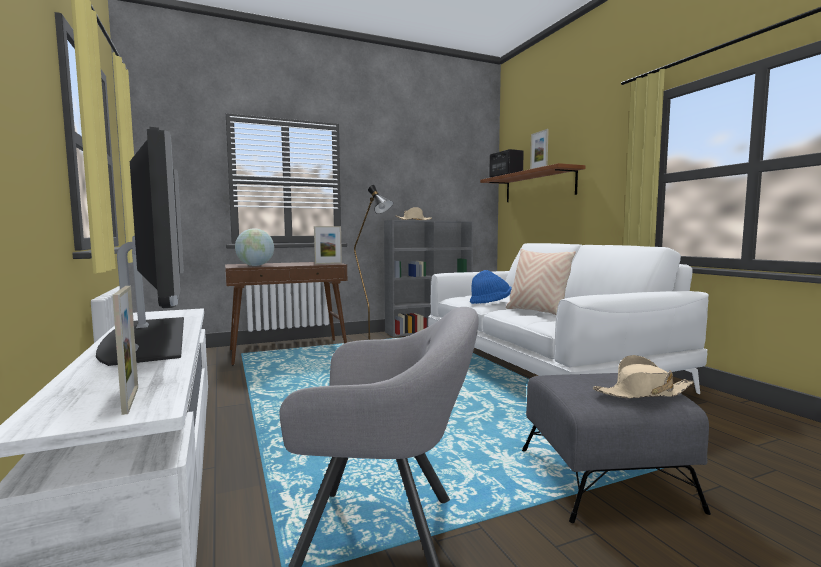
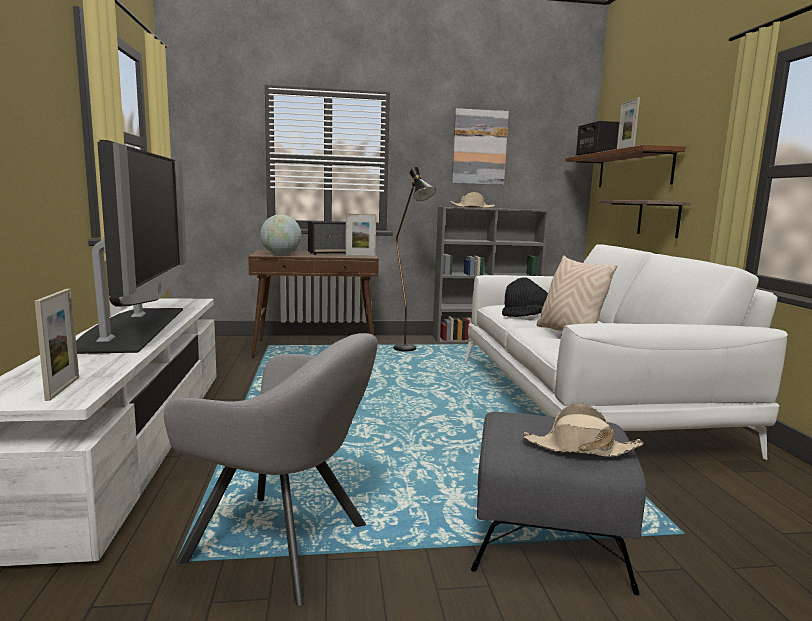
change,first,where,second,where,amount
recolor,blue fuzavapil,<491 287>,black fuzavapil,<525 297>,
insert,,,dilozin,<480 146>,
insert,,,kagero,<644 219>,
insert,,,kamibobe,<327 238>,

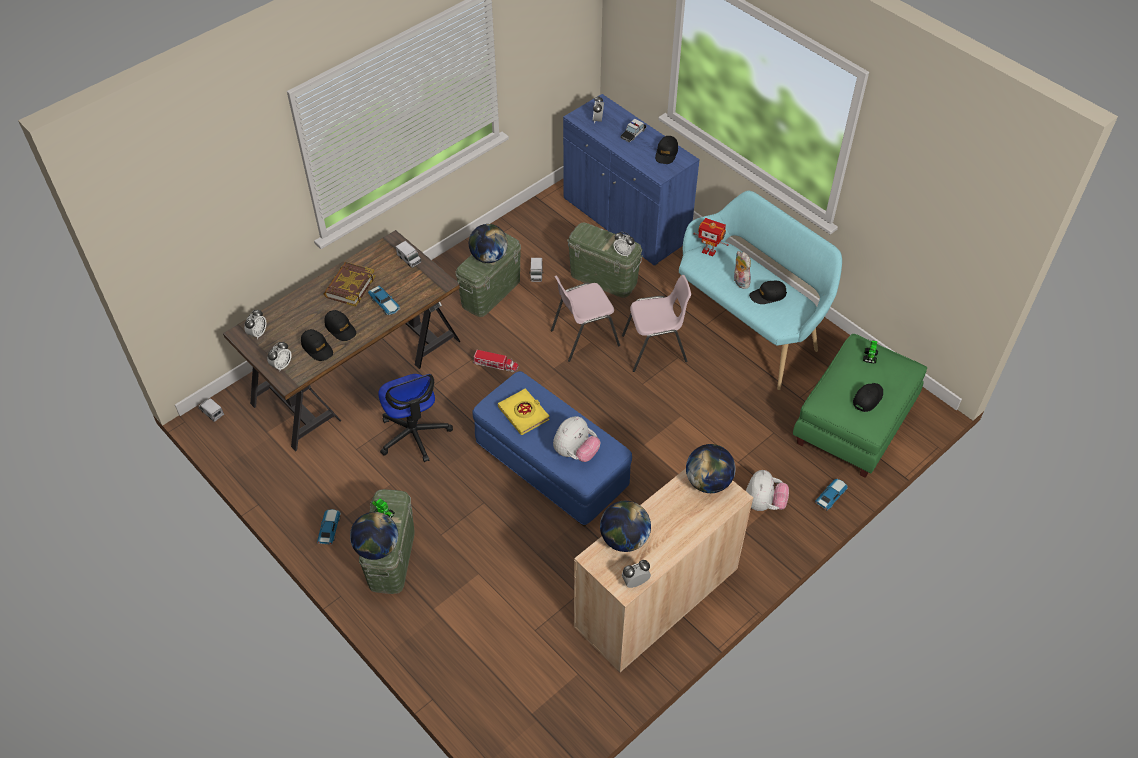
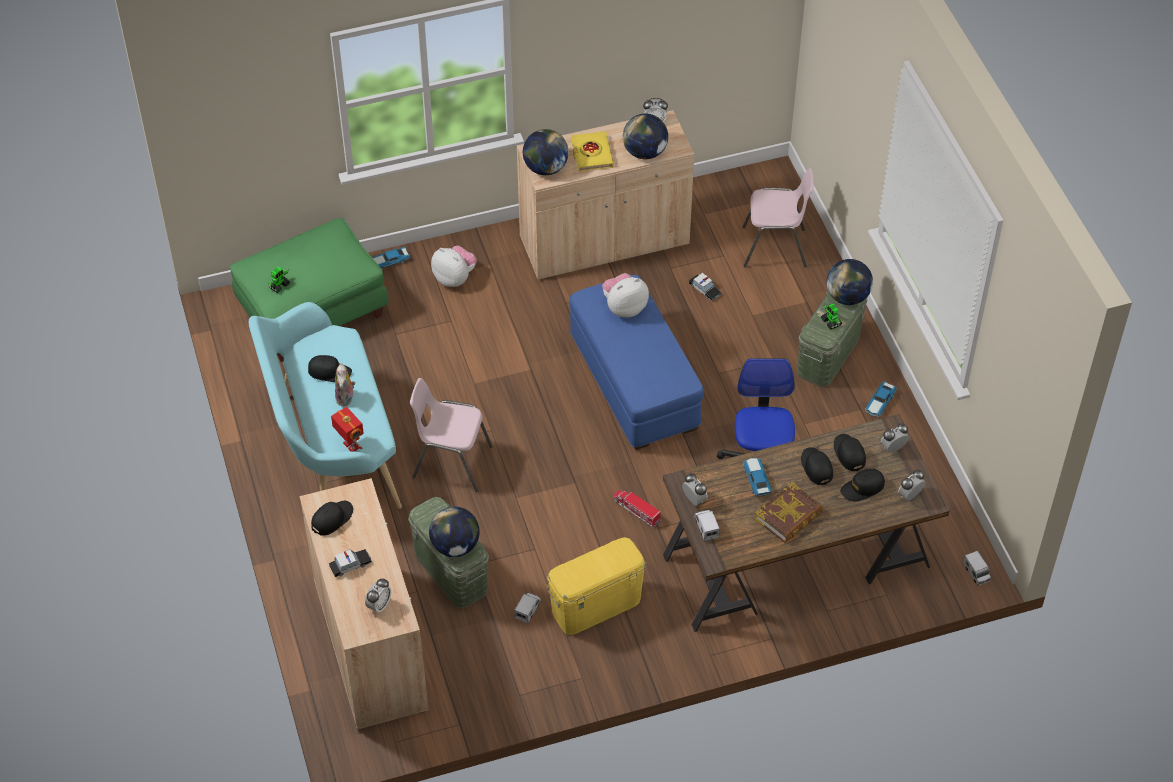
change,first,where,second,where,amount
recolor,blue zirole,<631 180>,beige zirole,<364 604>,
move,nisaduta,<488 243>,,<454 531>,
move,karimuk,<624 244>,,<695 489>,
recolor,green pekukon,<488 275>,yellow pekukon,<596 586>,
move,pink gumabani,<585 319>,,<778 217>,
move,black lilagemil,<868 397>,,<862 485>,
move,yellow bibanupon,<524 411>,,<592 151>,
rotate,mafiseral,<767 490>,,<454 266>,90 degrees clockwise
insert,,,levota,<705 287>,

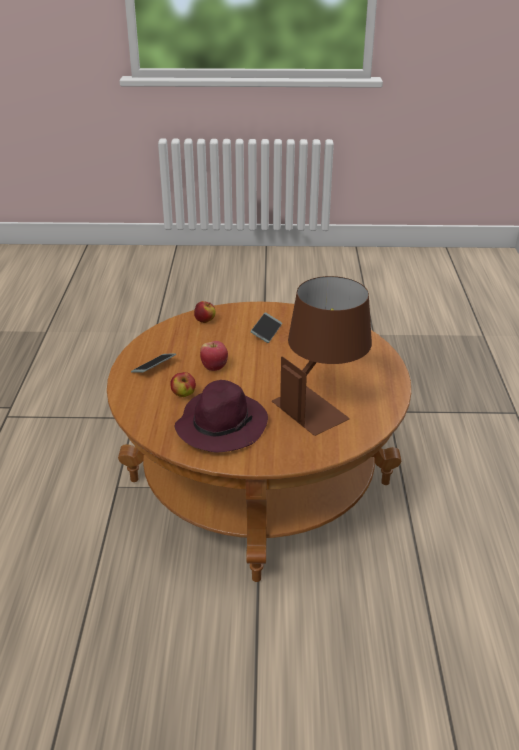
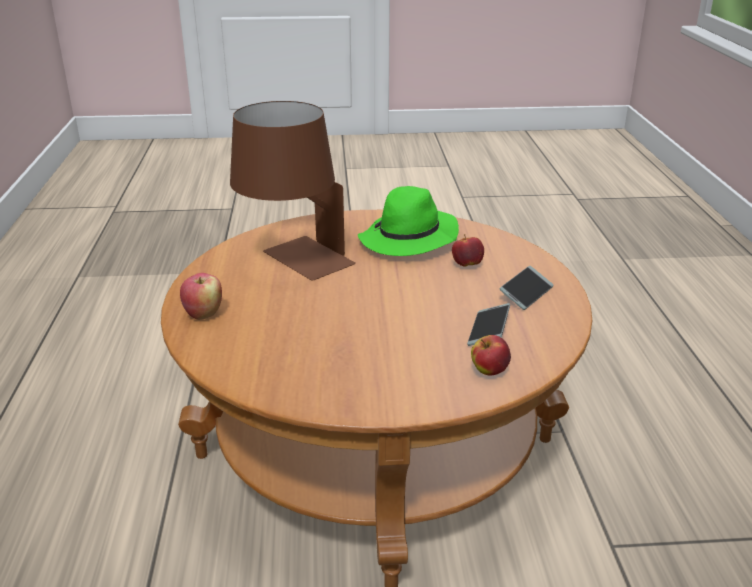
change,first,where,second,where,amount
move,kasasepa,<266 327>,,<488 324>,
move,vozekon,<214 356>,,<201 296>,
recolor,purple fuzavapil,<221 416>,green fuzavapil,<408 221>,

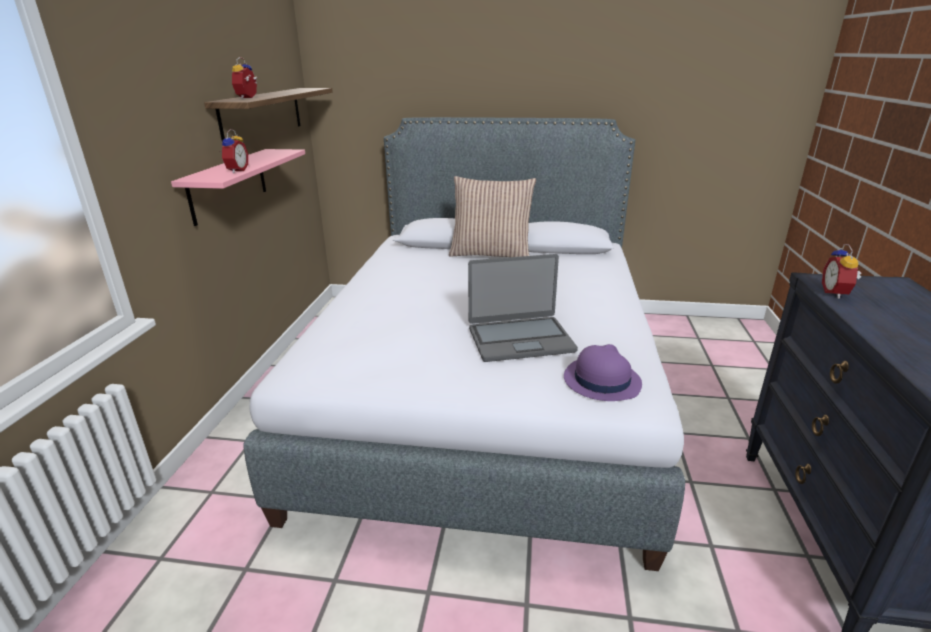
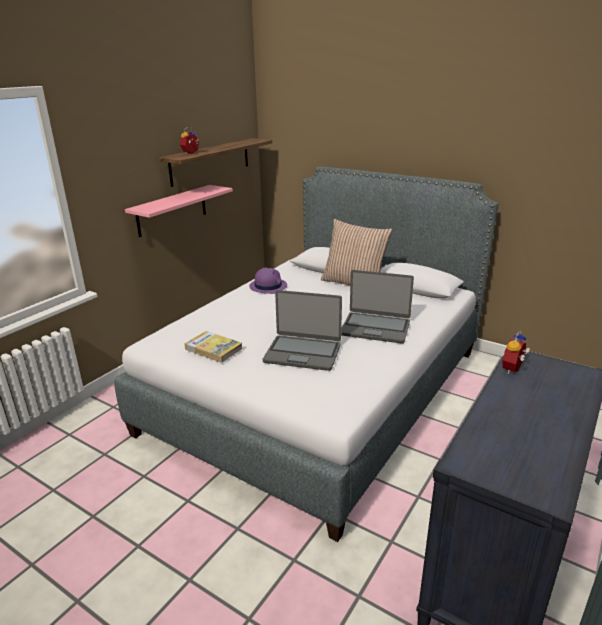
change,first,where,second,where,amount
delete,karimuk,<233 151>,,,
move,purple fuzavapil,<603 372>,,<268 281>,
insert,,,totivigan,<377 306>,
insert,,,bibanupon,<213 347>,

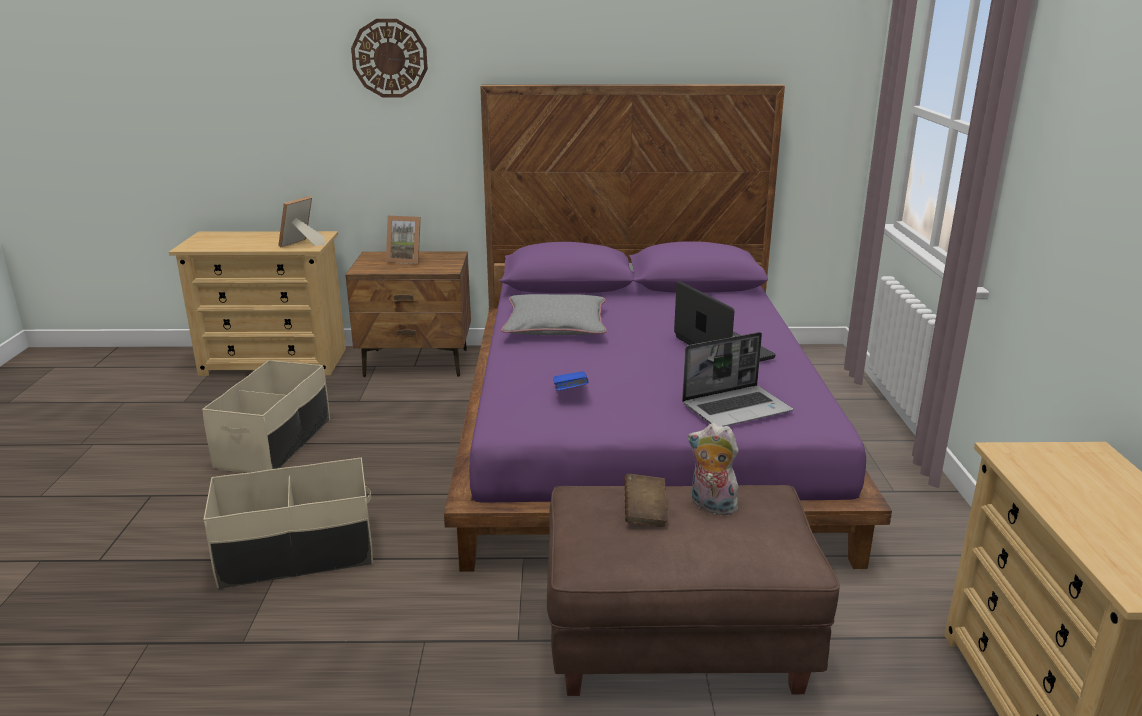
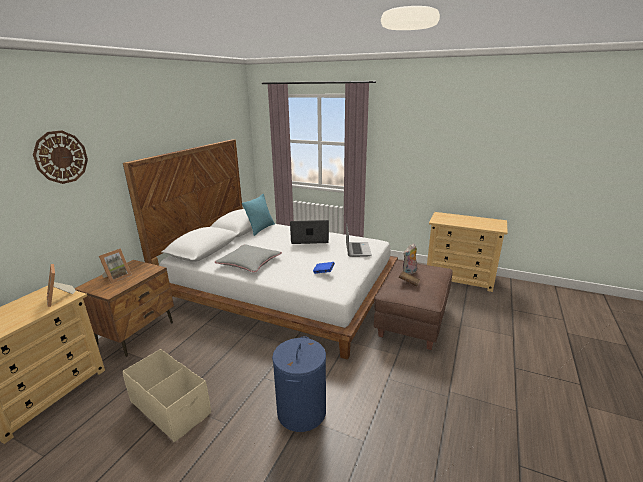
change,first,where,second,where,amount
recolor,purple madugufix,<668 328>,white madugufix,<260 249>,
replace,beige pekukon,<288 523>,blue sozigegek,<299 384>,
insert,,,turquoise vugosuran,<258 215>,

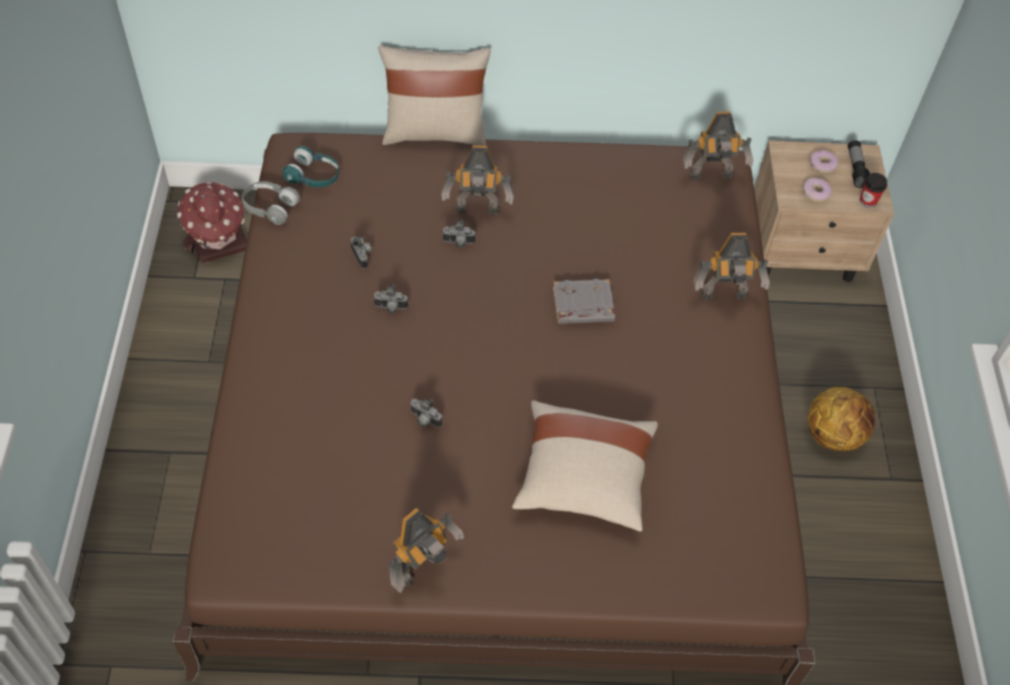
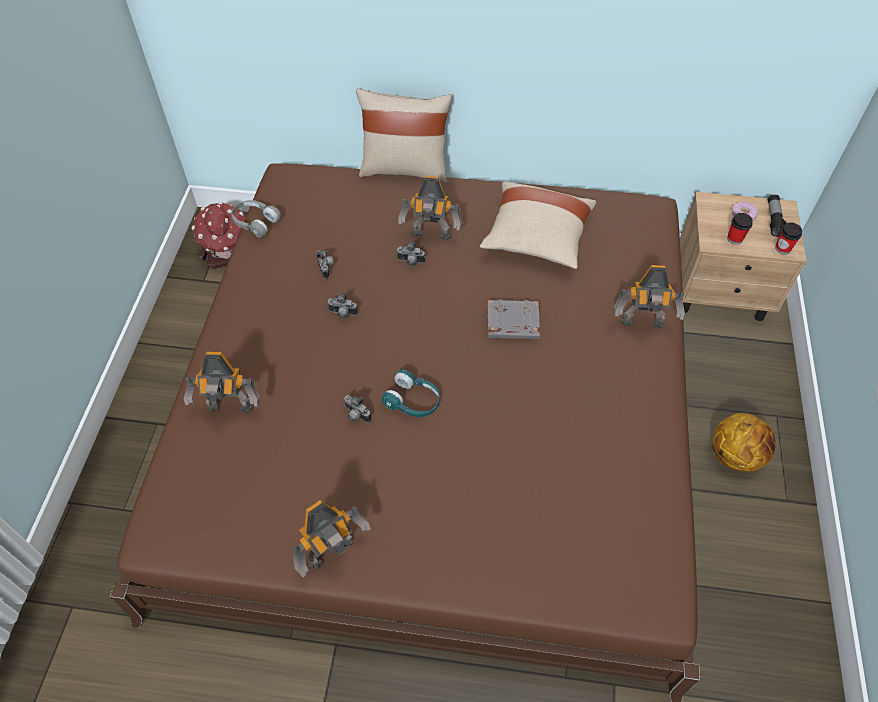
change,first,where,second,where,amount
move,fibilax,<717 146>,,<222 382>,
move,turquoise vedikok,<310 166>,,<411 393>,
replace,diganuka,<817 190>,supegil,<740 229>,
move,beige vugosuran,<585 466>,,<538 225>,

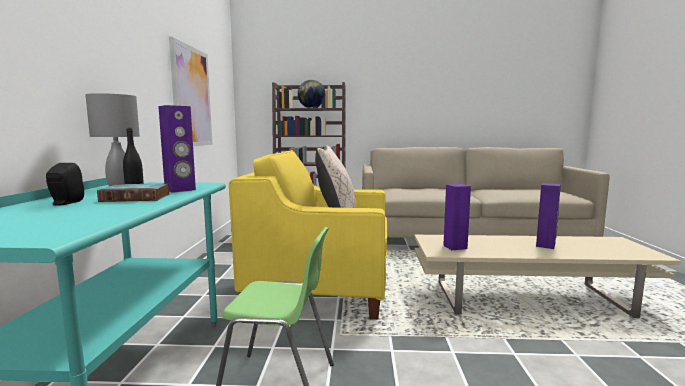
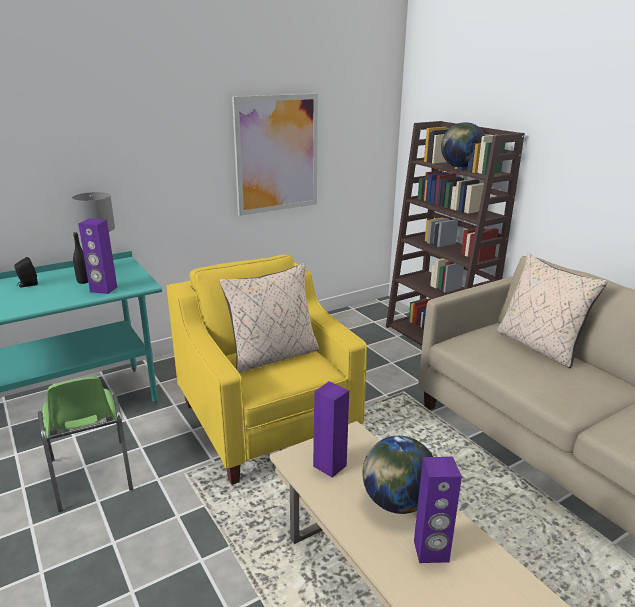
change,first,where,second,where,amount
delete,bibanupon,<133 192>,,,
insert,,,beige vugosuran,<552 310>,
insert,,,nisaduta,<398 475>,

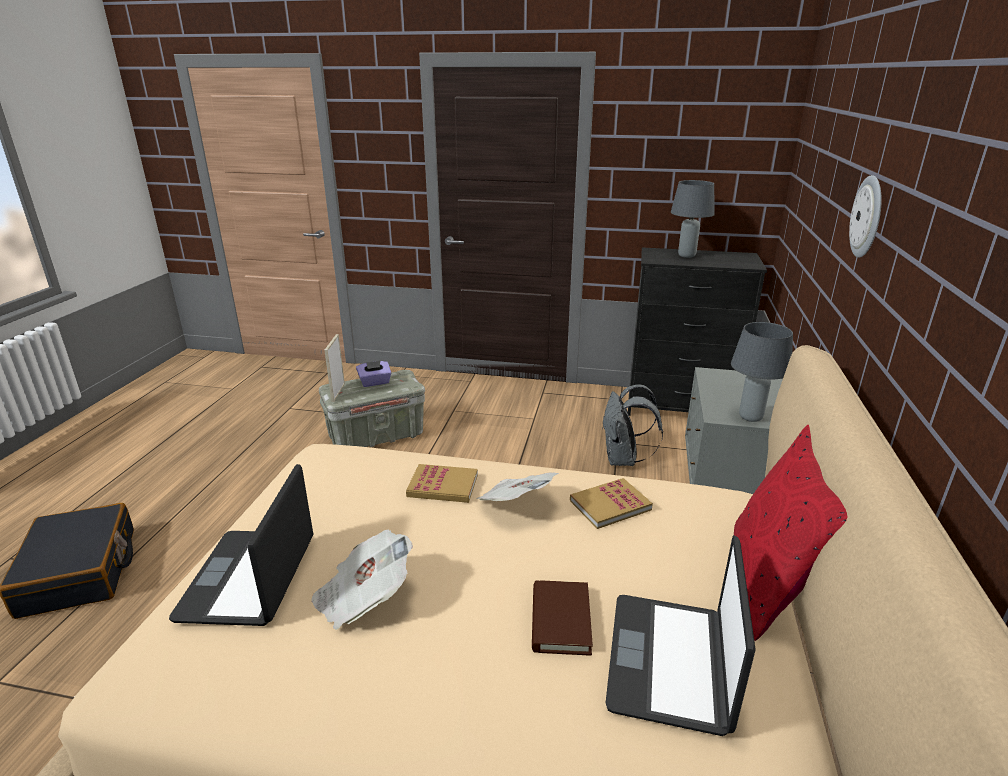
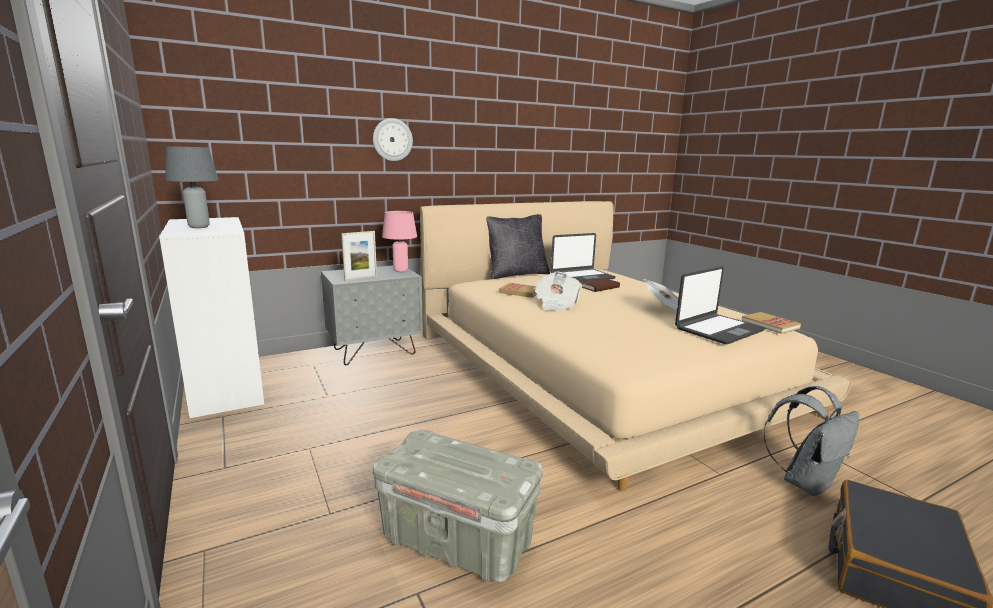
change,first,where,second,where,amount
recolor,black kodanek,<697 331>,white kodanek,<211 317>,
recolor,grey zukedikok,<762 372>,pink zukedikok,<399 241>,
move,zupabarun,<334 368>,,<359 256>,
delete,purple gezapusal,<373 374>,,,
move,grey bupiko,<632 425>,,<811 441>,
recolor,red vugosuran,<790 533>,black vugosuran,<518 246>,
move,bibanupon,<442 483>,,<771 323>,

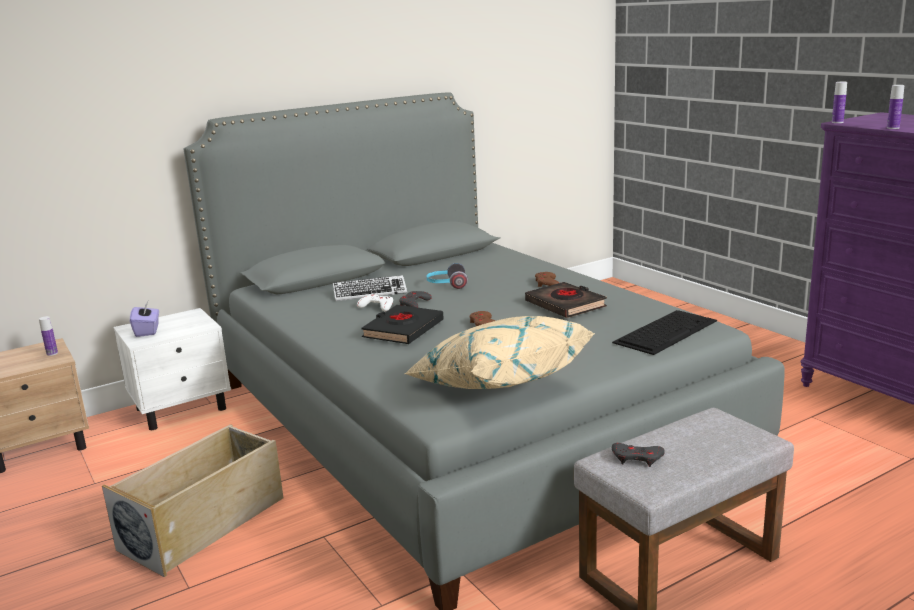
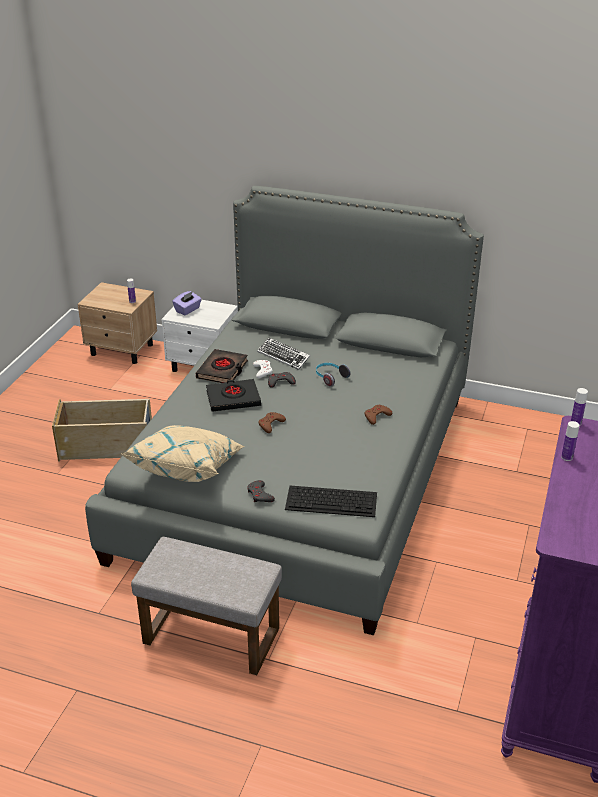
change,first,where,second,where,amount
move,black bibanupon,<566 300>,,<222 366>,
move,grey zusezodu,<638 455>,,<261 491>,

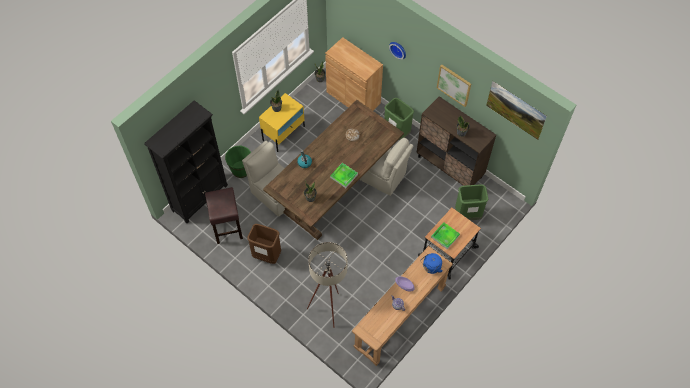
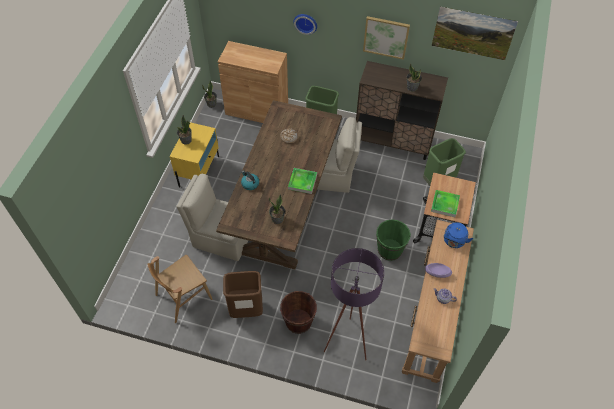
change,first,where,second,where,amount
delete,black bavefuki,<186 161>,,,
move,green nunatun,<238 162>,,<393 240>,
replace,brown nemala,<224 215>,brown gumabani,<179 289>,
recolor,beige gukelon,<327 285>,purple gukelon,<354 304>,
insert,,,brown nunatun,<298 312>,

